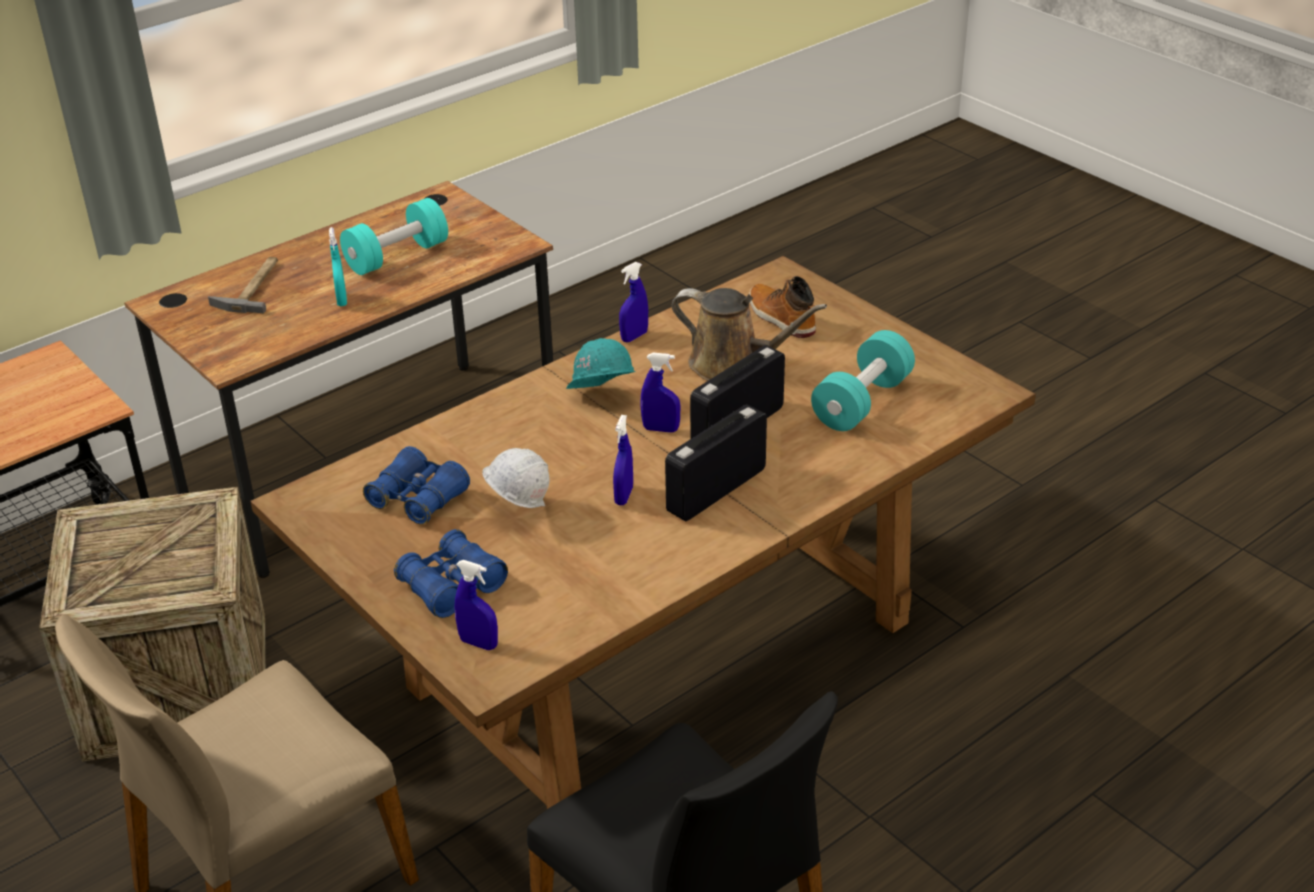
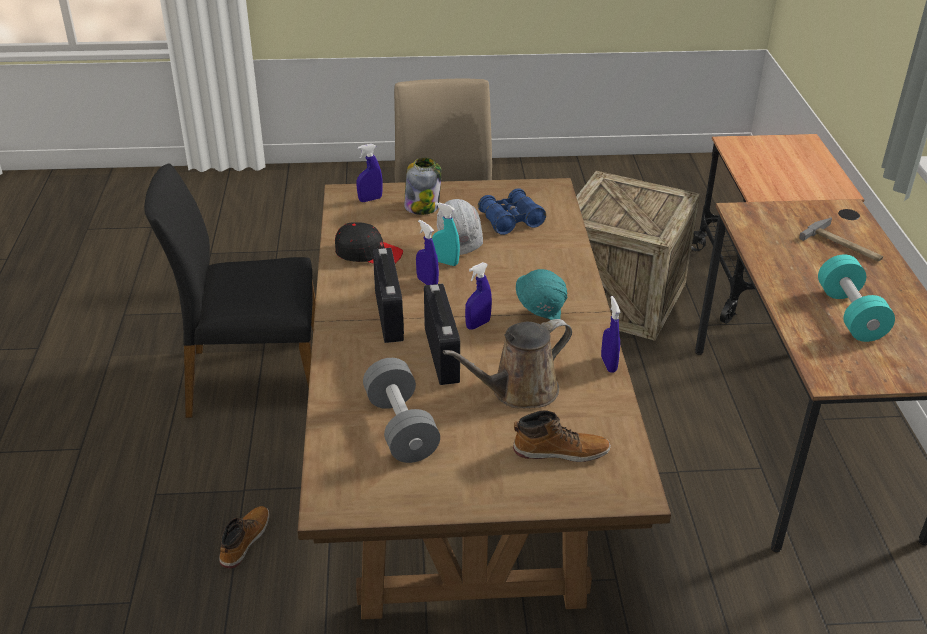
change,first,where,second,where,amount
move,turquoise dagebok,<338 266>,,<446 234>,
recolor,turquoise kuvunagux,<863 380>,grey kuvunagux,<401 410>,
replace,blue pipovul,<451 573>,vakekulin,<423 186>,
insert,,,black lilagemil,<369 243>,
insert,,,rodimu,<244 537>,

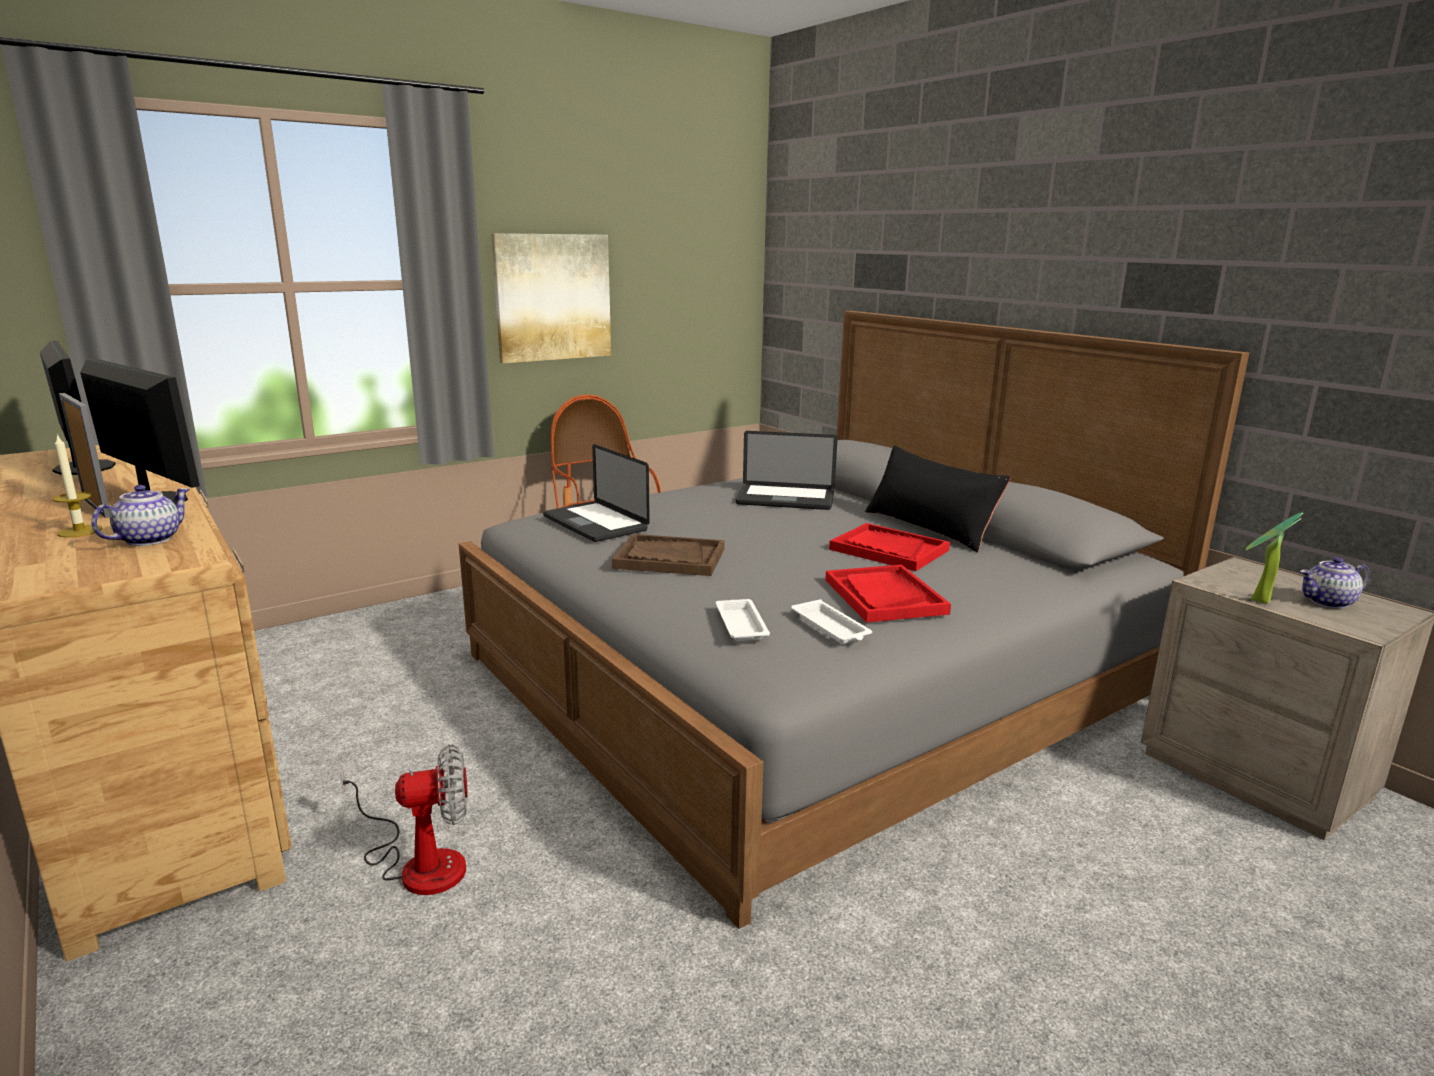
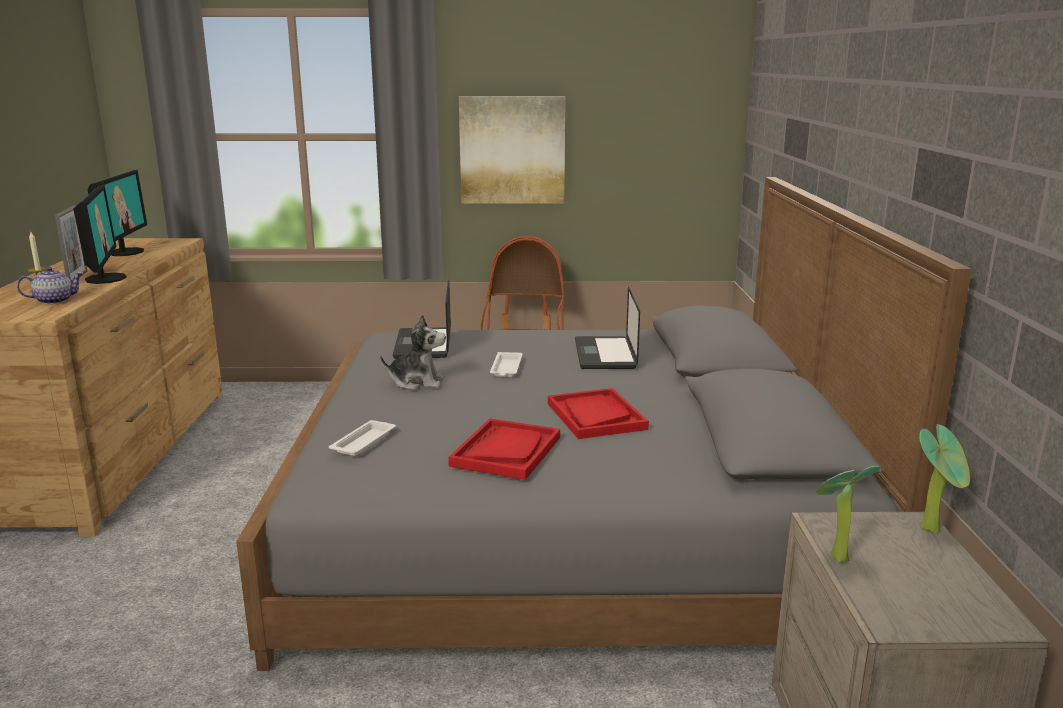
change,first,where,second,where,amount
rotate,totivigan,<787 470>,,<607 328>,45 degrees clockwise
delete,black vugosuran,<938 499>,,,
replace,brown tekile,<668 555>,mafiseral,<413 352>,
delete,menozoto,<1335 583>,,,
move,white tekile,<831 621>,,<506 364>,
delete,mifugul,<404 819>,,,
insert,,,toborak,<944 479>,

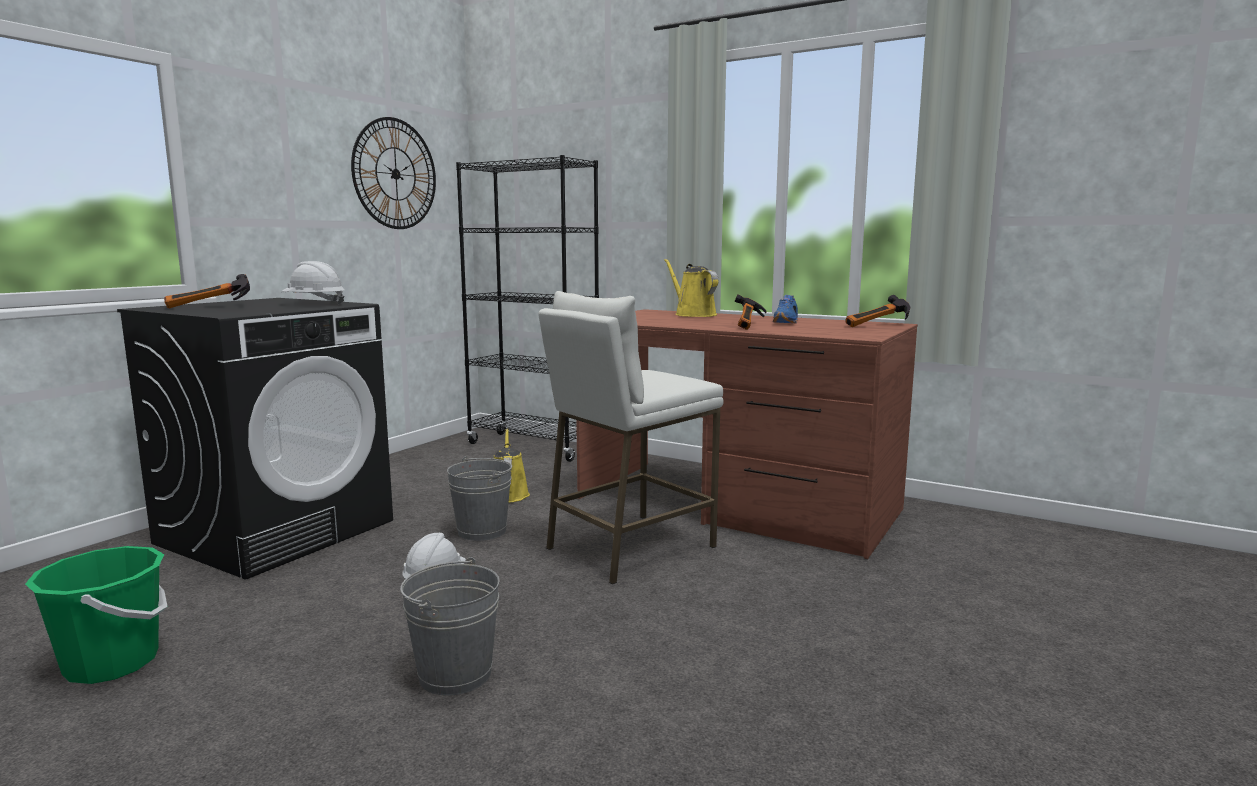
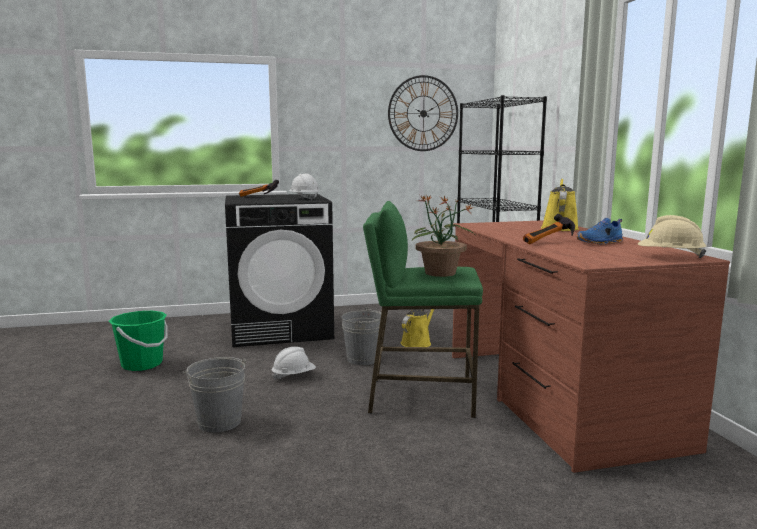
change,first,where,second,where,amount
recolor,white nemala,<631 437>,green nemala,<423 309>,
replace,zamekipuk,<877 311>,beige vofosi,<672 237>,
insert,,,toborak,<444 236>,

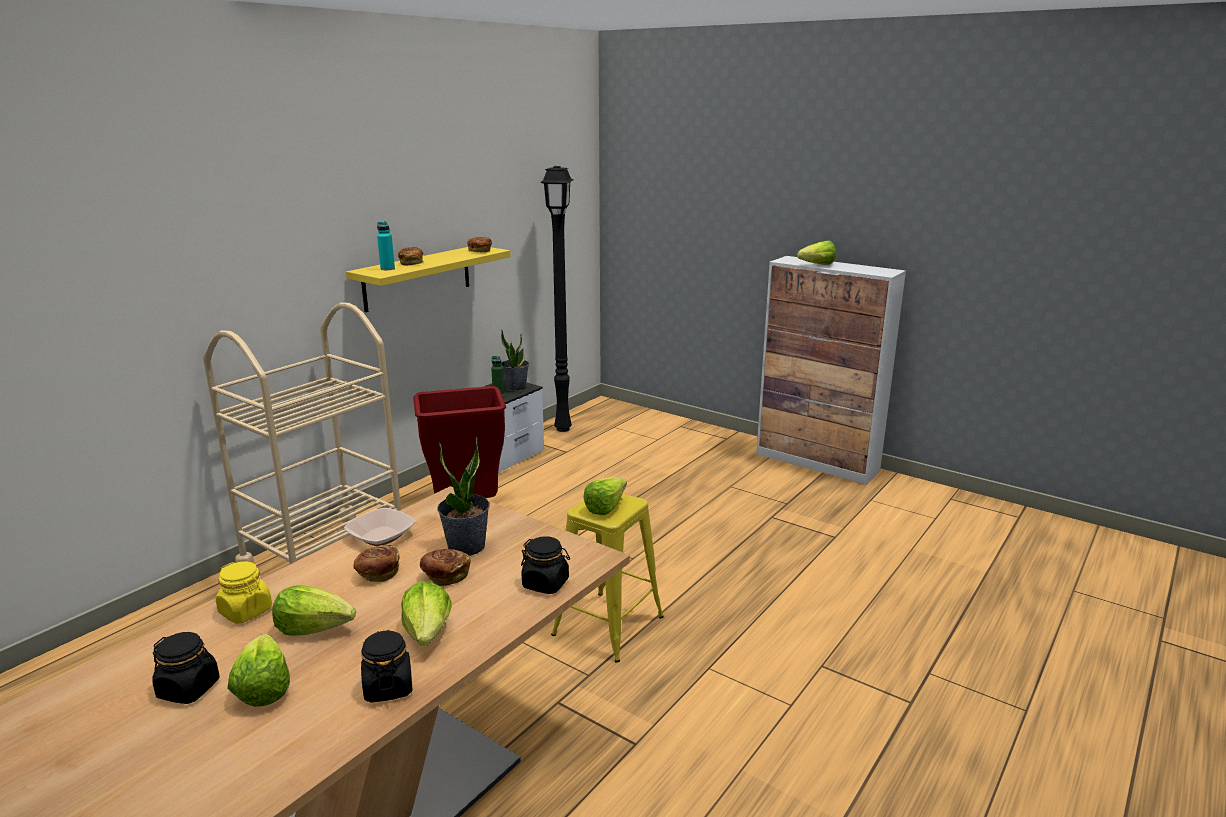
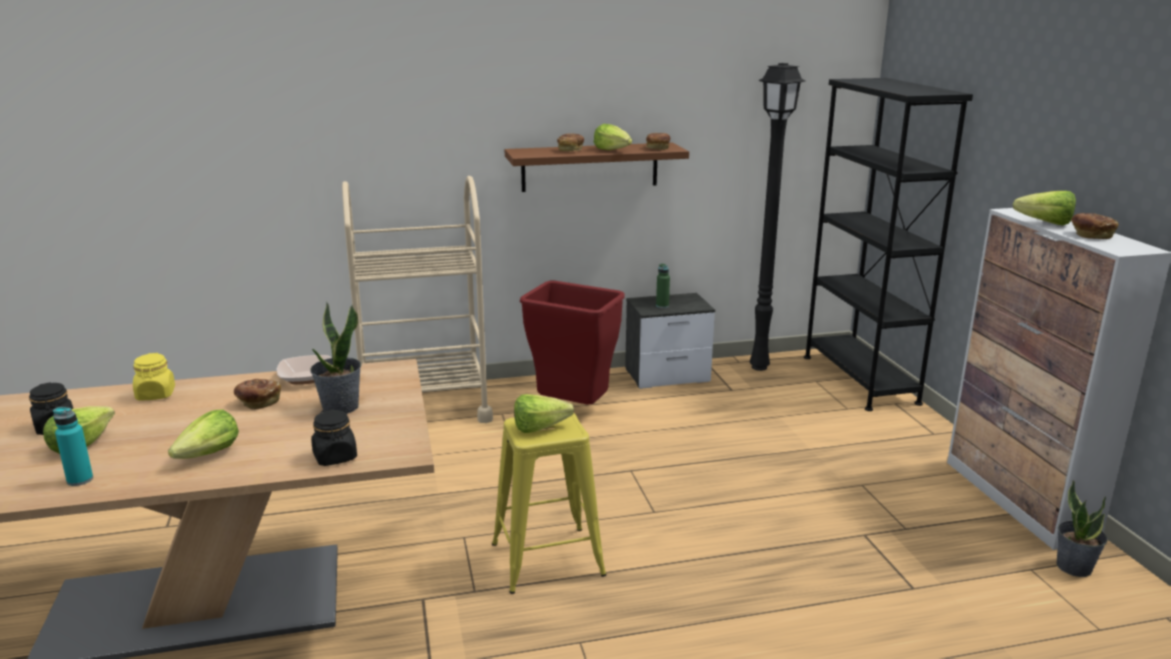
change,first,where,second,where,amount
move,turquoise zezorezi,<386 245>,,<73 446>,
recolor,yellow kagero,<428 279>,brown kagero,<597 167>,
move,toborak,<515 360>,,<1082 528>,
move,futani,<445 567>,,<1094 226>,
move,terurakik,<314 610>,,<613 137>,
delete,black vakekulin,<387 666>,,,
insert,,,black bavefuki,<888 244>,

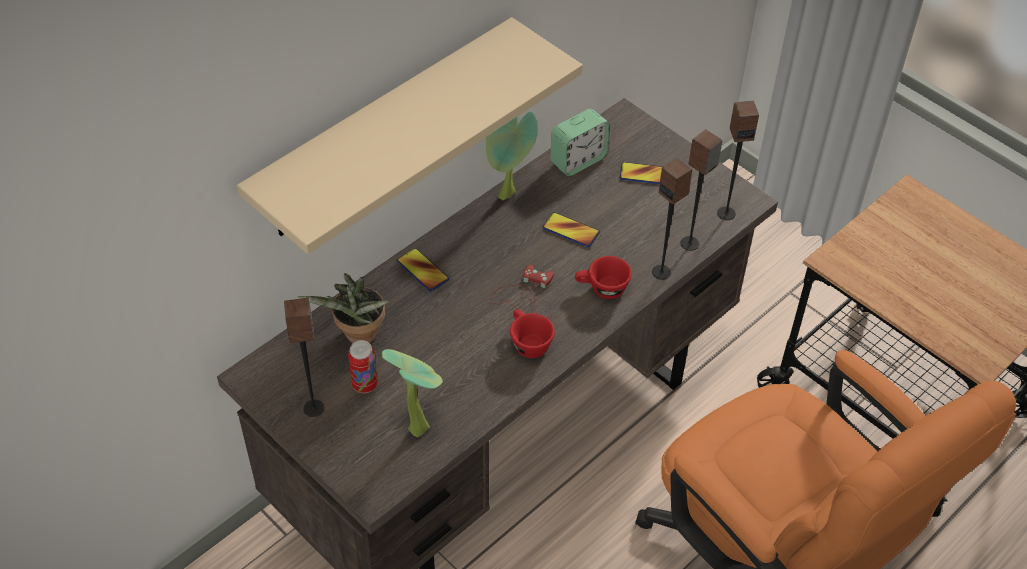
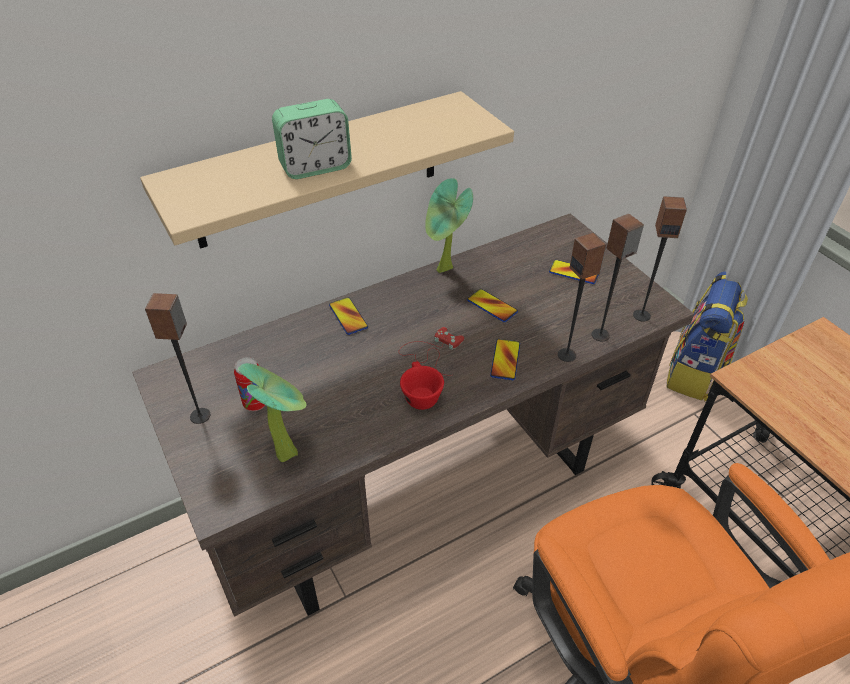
change,first,where,second,where,amount
move,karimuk,<580 142>,,<312 139>,
replace,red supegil,<603 277>,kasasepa,<505 359>,
delete,toborak,<343 308>,,,
insert,,,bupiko,<707 336>,

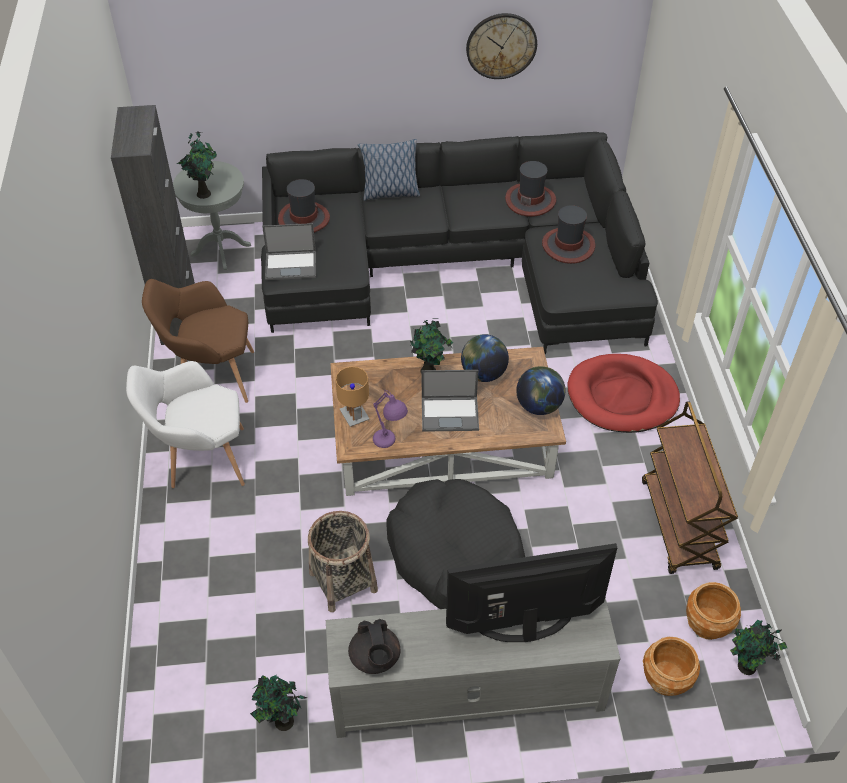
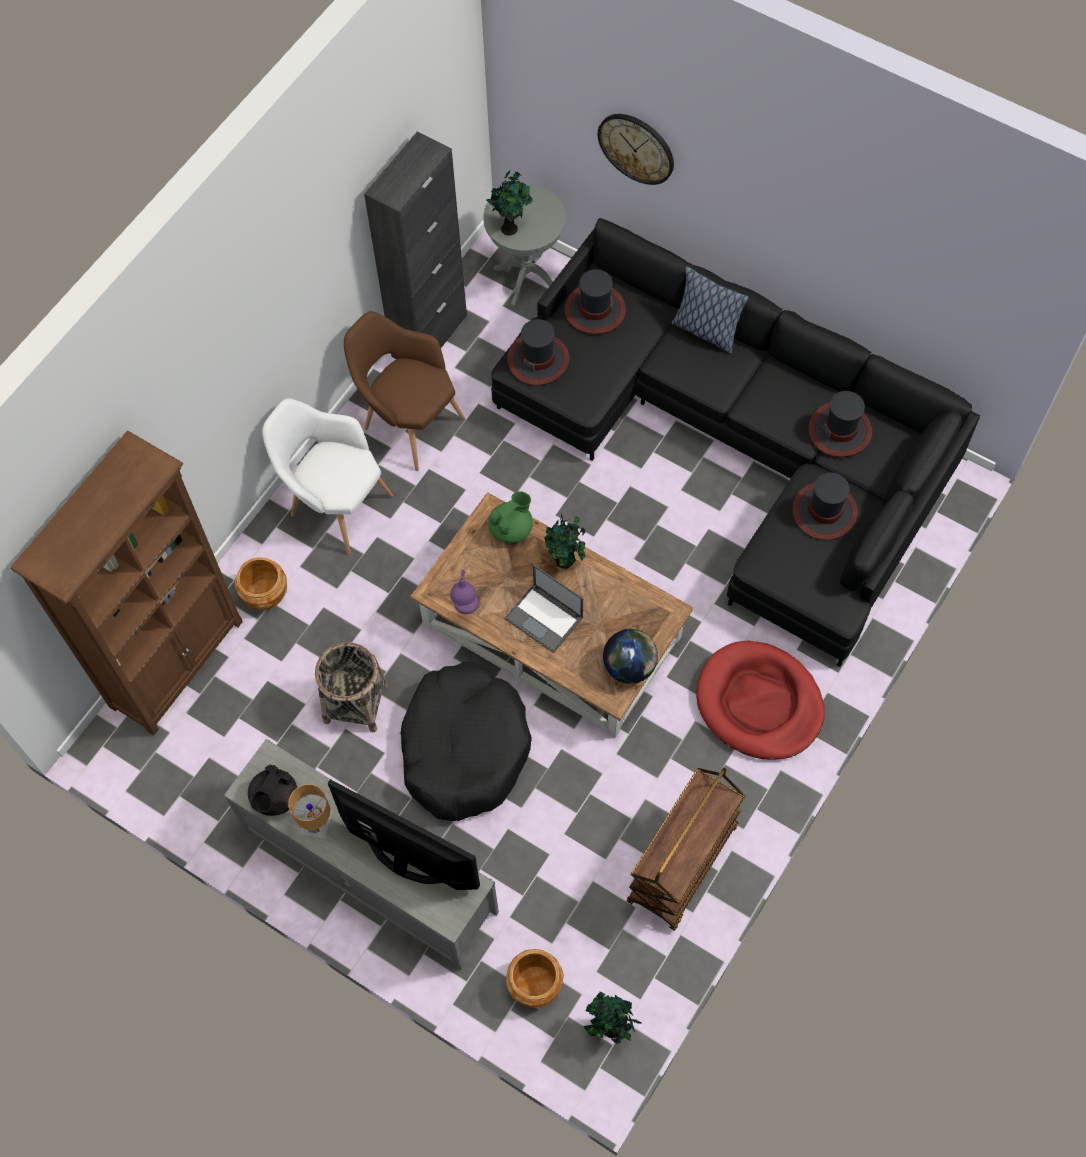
change,first,where,second,where,amount
move,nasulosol,<501 46>,,<636 149>,
replace,totivigan,<289 251>,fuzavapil,<538 352>,
delete,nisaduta,<485 358>,,,
move,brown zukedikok,<352 397>,,<310 811>,
move,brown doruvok,<713 611>,,<261 583>,
delete,toborak,<278 703>,,,
insert,,,brown bavefuki,<126 583>,
insert,,,green menozoto,<510 517>,

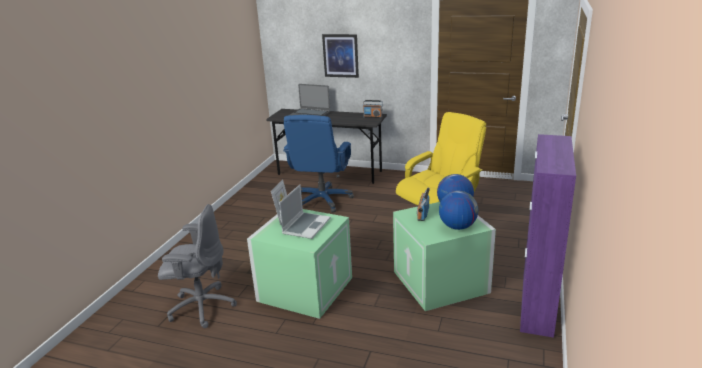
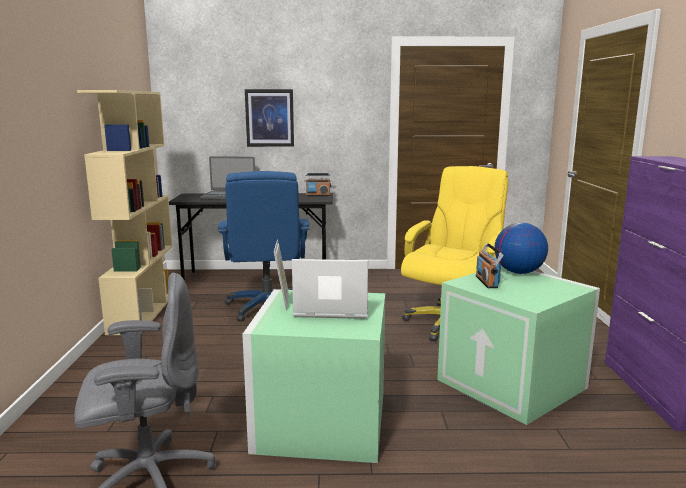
change,first,where,second,where,amount
rotate,totivigan,<305 212>,,<330 289>,90 degrees counterclockwise
delete,nisaduta,<458 210>,,,
insert,,,beige bavefuki,<124 212>,

